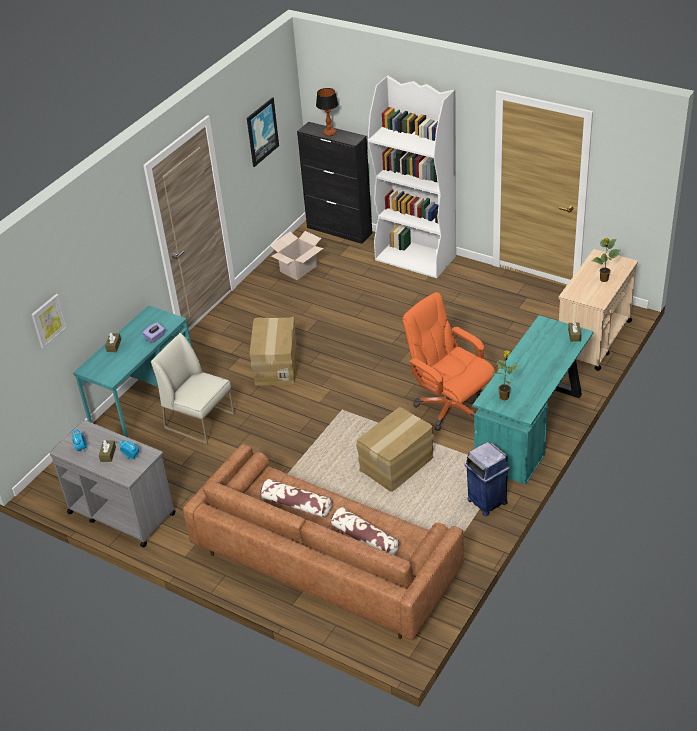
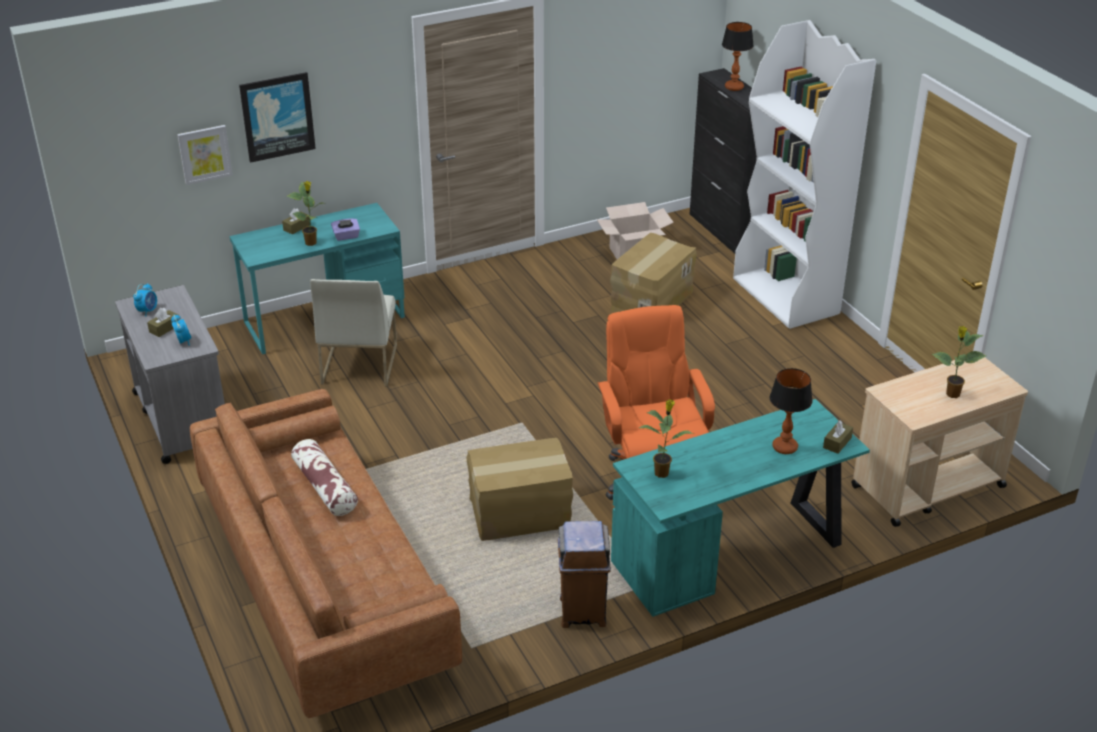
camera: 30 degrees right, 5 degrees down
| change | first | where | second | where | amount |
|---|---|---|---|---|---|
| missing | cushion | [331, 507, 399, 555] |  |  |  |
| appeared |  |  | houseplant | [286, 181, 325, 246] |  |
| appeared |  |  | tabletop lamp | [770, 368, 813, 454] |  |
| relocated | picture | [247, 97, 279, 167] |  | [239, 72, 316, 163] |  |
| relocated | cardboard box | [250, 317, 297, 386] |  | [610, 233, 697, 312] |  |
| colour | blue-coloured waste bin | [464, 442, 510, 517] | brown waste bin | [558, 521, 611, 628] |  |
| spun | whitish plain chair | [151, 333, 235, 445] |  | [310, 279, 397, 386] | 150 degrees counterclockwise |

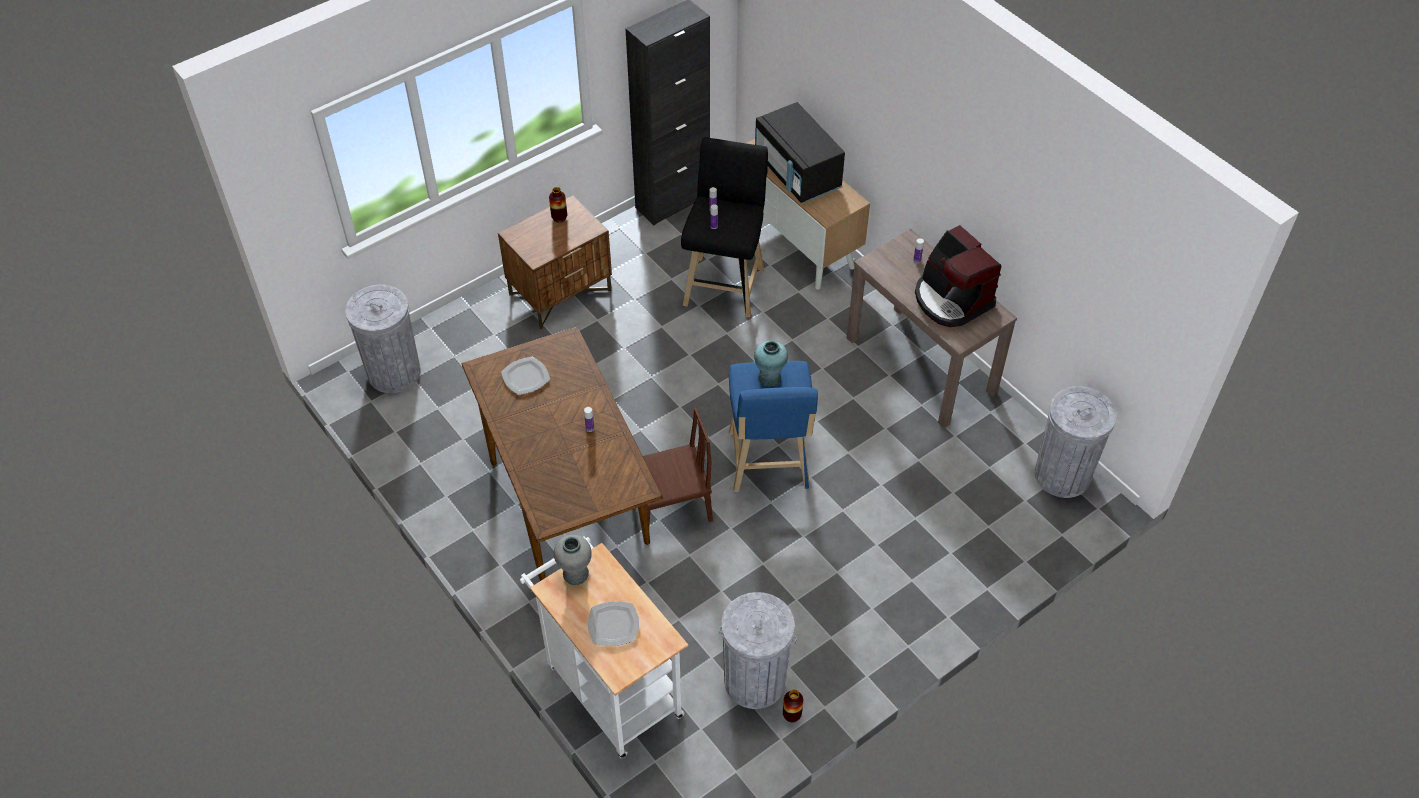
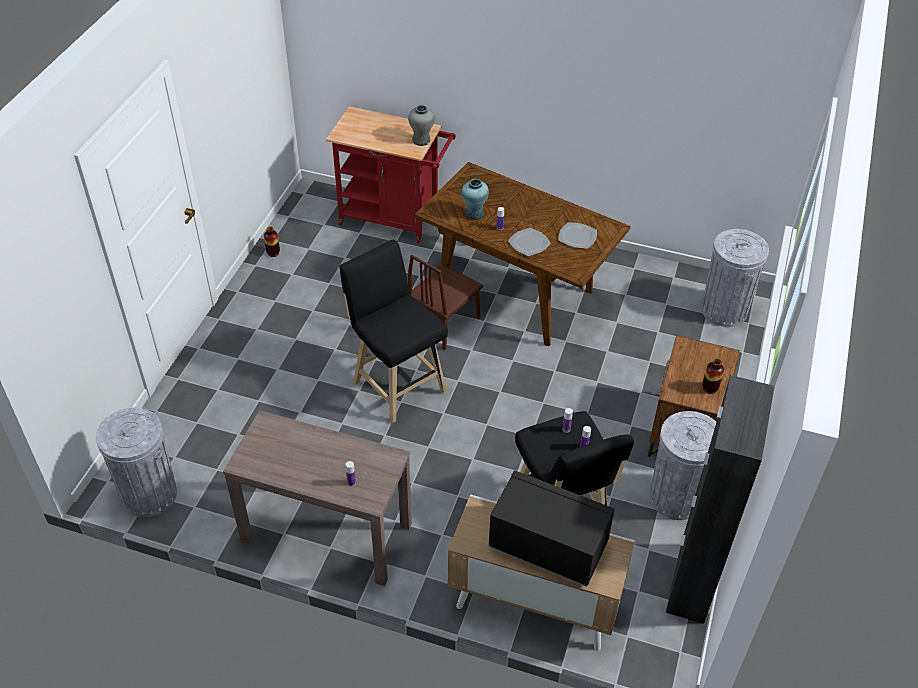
camera: 145 degrees right, 5 degrees down
| change | first | where | second | where | amount |
|---|---|---|---|---|---|
| missing | coffee machine | [915, 225, 1001, 327] |  |  |  |
| relocated | flat dish | [588, 601, 639, 646] |  | [508, 228, 551, 256] |  |
| relocated | gray waste bin | [719, 592, 797, 709] |  | [650, 411, 716, 520] |  |
| relocated | blue-green vase | [754, 341, 788, 387] |  | [461, 179, 489, 220] |  |
| colour | whitish wheeled cart | [520, 536, 688, 759] | red wheeled cart | [326, 107, 456, 243] |  |
| colour | blue-coloured stool | [729, 361, 818, 492] | blackish stool | [339, 240, 448, 423] |  |

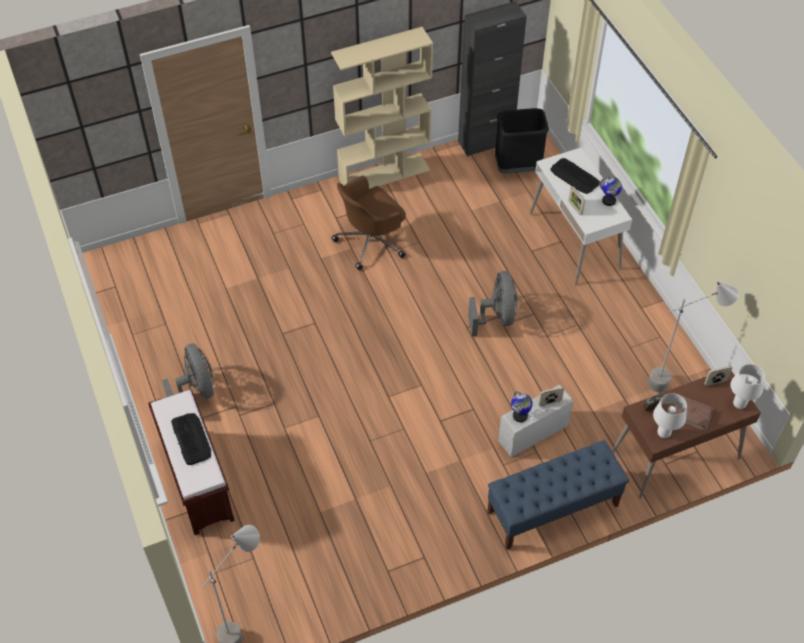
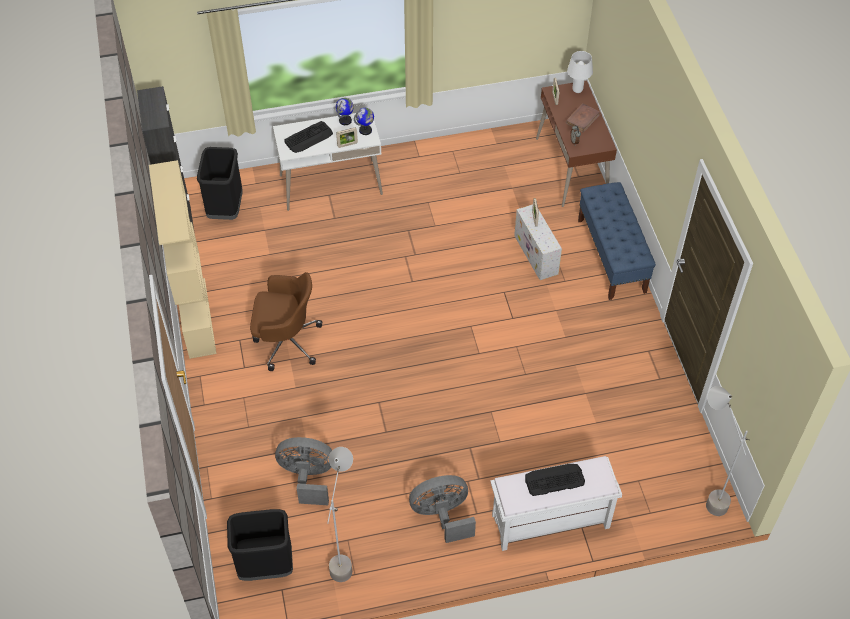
camera: 80 degrees left, 0 degrees up
| change | first | where | second | where | amount |
|---|---|---|---|---|---|
| missing | whitish tabletop lamp | [653, 393, 687, 438] |  |  |  |
| appeared |  |  | blackish waste bin | [227, 509, 293, 581] |  |
| relocated | gray electric fan | [468, 271, 517, 336] |  | [275, 437, 332, 505] |  |
| relocated | world globe | [511, 391, 533, 422] |  | [354, 108, 374, 135] |  |
| relocated | gray floor lamp | [648, 282, 739, 392] |  | [327, 447, 353, 582] |  |
| colour | brown bench | [148, 390, 235, 535] | whitish bench | [490, 456, 622, 551] |  |
| spun | brown computer chair | [332, 176, 406, 270] |  | [250, 272, 322, 371] | 60 degrees counterclockwise |

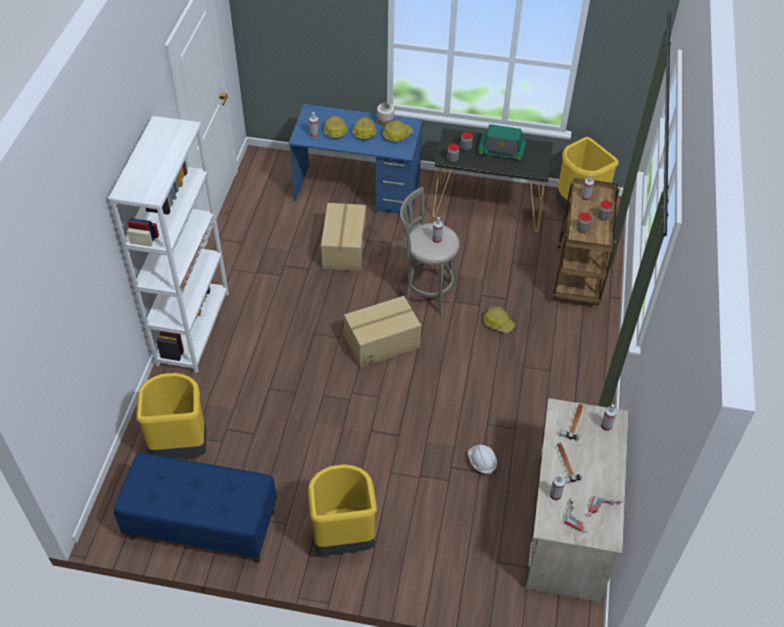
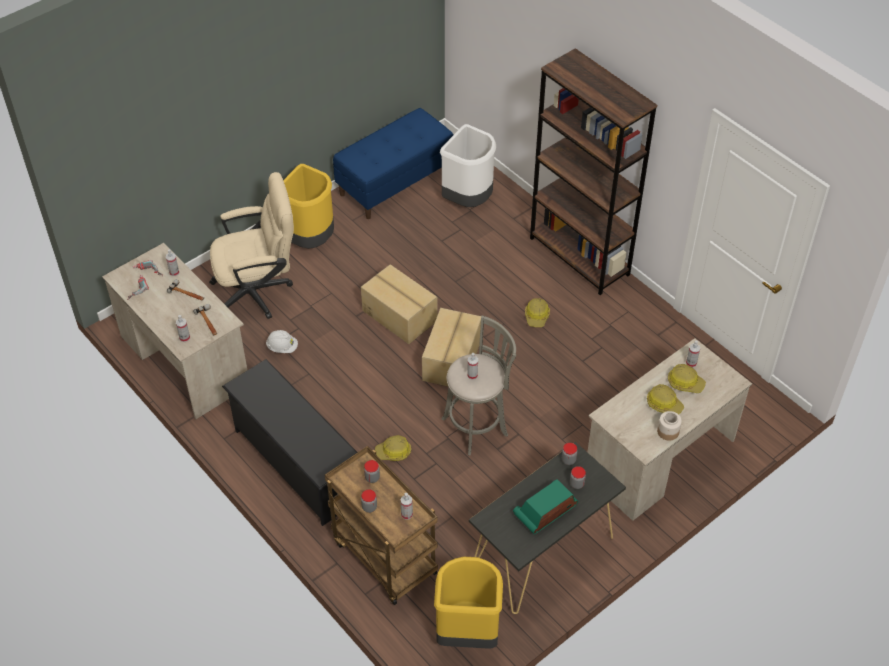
camera: 130 degrees right, 0 degrees up
| change | first | where | second | where | amount |
|---|---|---|---|---|---|
| appeared |  |  | sand-coloured computer chair | [209, 172, 294, 319] |  |
| appeared |  |  | blackish shoe shelf | [222, 359, 358, 526] |  |
| relocated | cardboard box | [321, 203, 366, 271] |  | [361, 264, 438, 344] |  |
| relocated | hard hat | [383, 120, 413, 142] |  | [525, 298, 550, 327] |  |
| colour | whitish bookshelf | [108, 116, 229, 373] | brown bookshelf | [530, 48, 657, 295] |  |
| colour | yellow-coloured waste bin | [136, 373, 206, 458] | whitish waste bin | [440, 124, 496, 207] |  |
| colour | blue-coloured desk unit | [288, 104, 423, 218] | sand-coloured desk unit | [587, 338, 752, 521] |  |

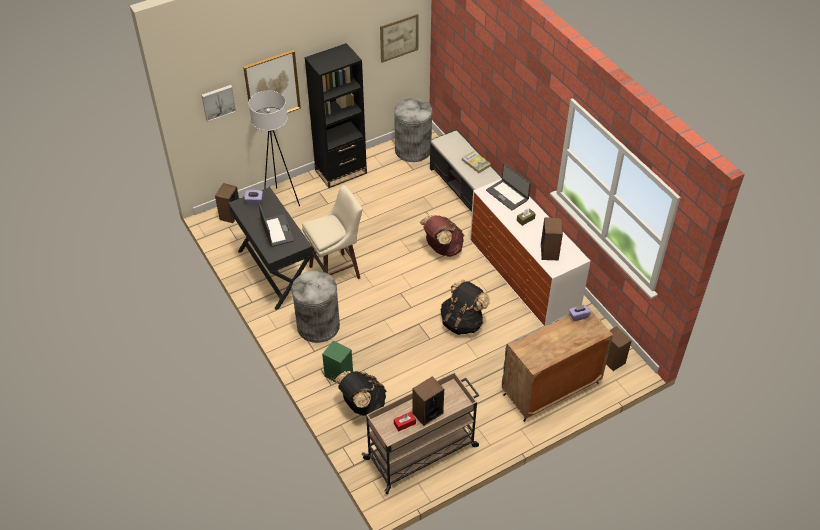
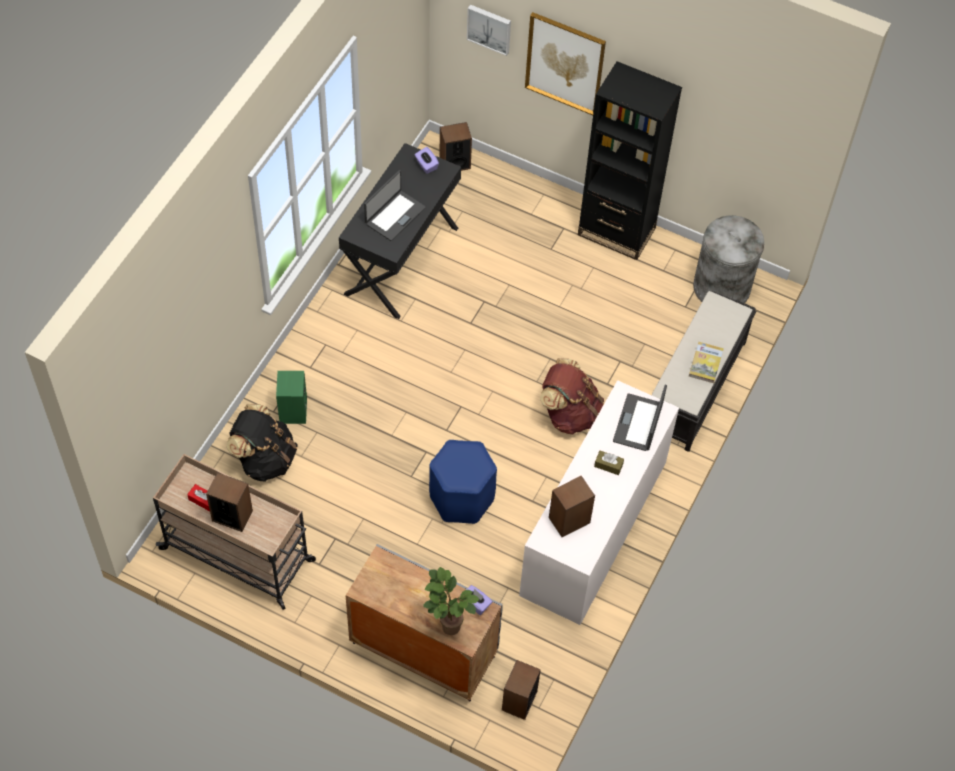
camera: 55 degrees right, 10 degrees up
| change | first | where | second | where | amount |
|---|---|---|---|---|---|
| missing | whitish floor lamp | [249, 91, 300, 206] |  |  |  |
| missing | gray waste bin | [291, 271, 340, 343] |  |  |  |
| missing | sand-coloured stool | [302, 185, 362, 279] |  |  |  |
| missing | picture | [380, 13, 419, 63] |  |  |  |
| appeared |  |  | houseplant | [423, 567, 479, 635] |  |
| exchanged | blackish knapsack | [441, 280, 490, 335] | blue-coloured stool | [429, 440, 497, 524] |  |

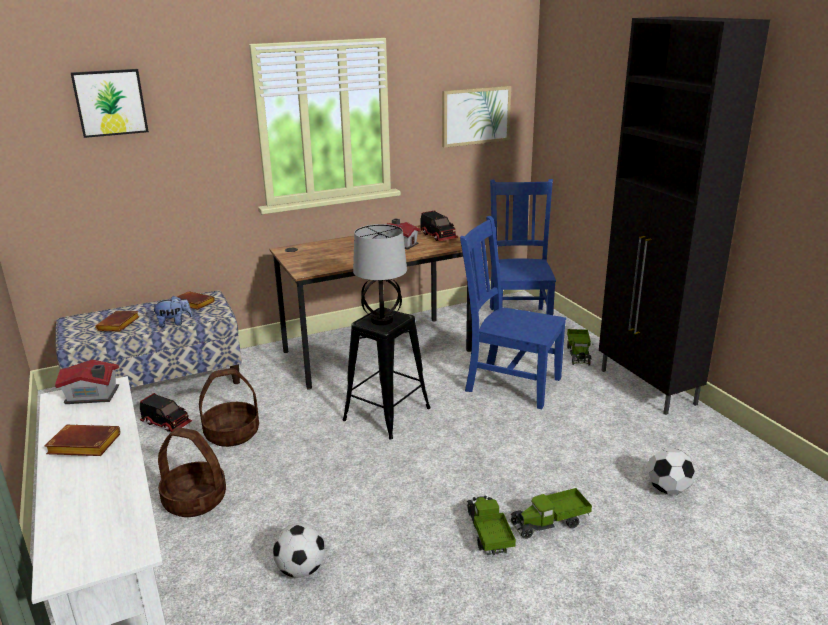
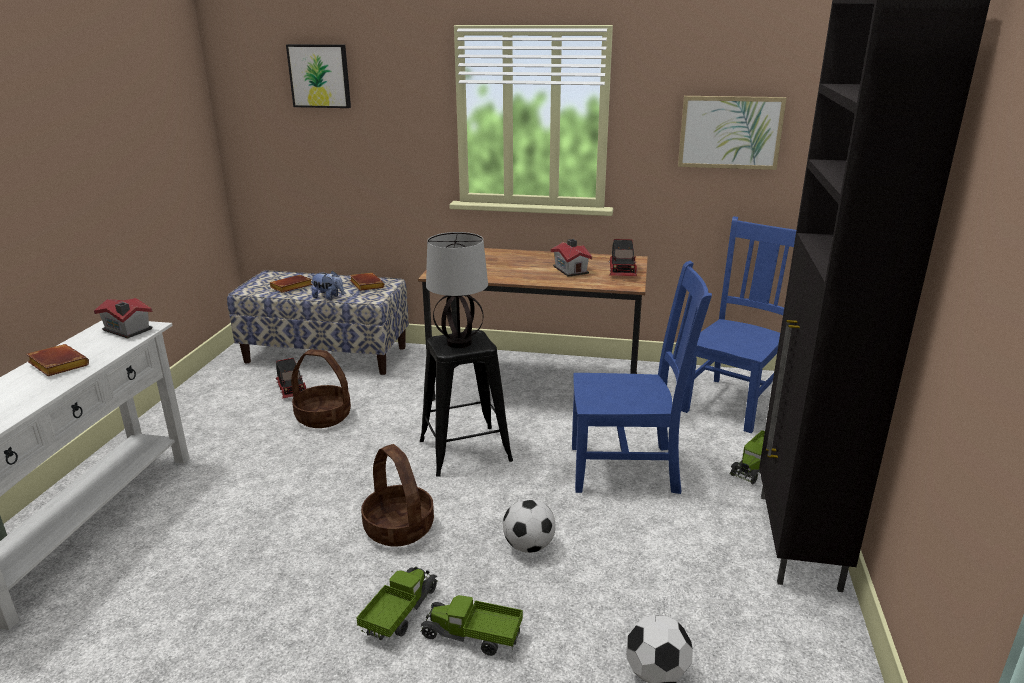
camera: 35 degrees right, 0 degrees up
| change | first | where | second | where | amount |
|---|---|---|---|---|---|
| relocated | storage basket | [158, 427, 226, 517] |  | [361, 444, 434, 547] |  |
| relocated | football ball | [273, 523, 325, 578] |  | [503, 499, 555, 553] |  |
| spun | blue-coloured plain chair | [460, 216, 566, 410] |  | [572, 261, 712, 494] | 120 degrees clockwise |

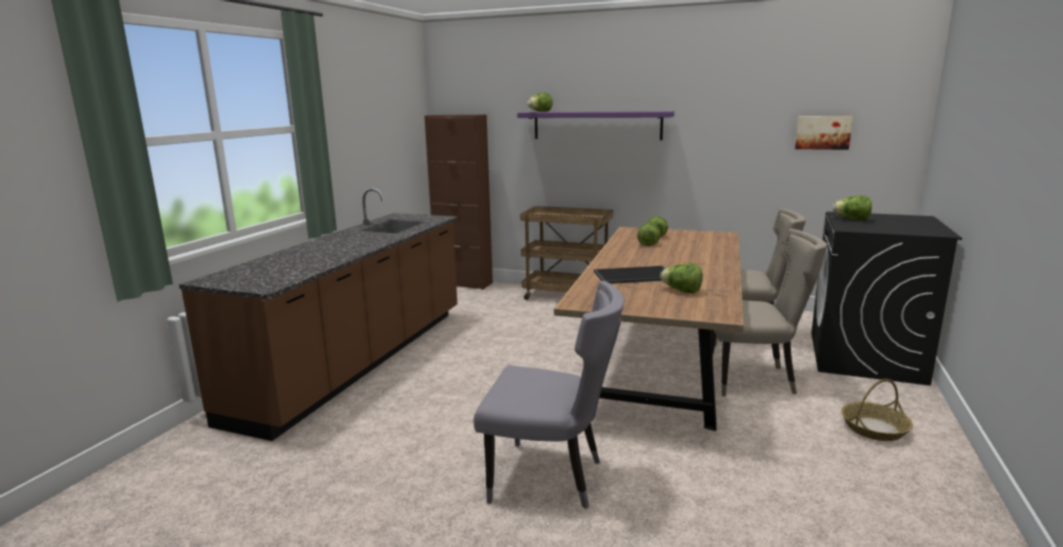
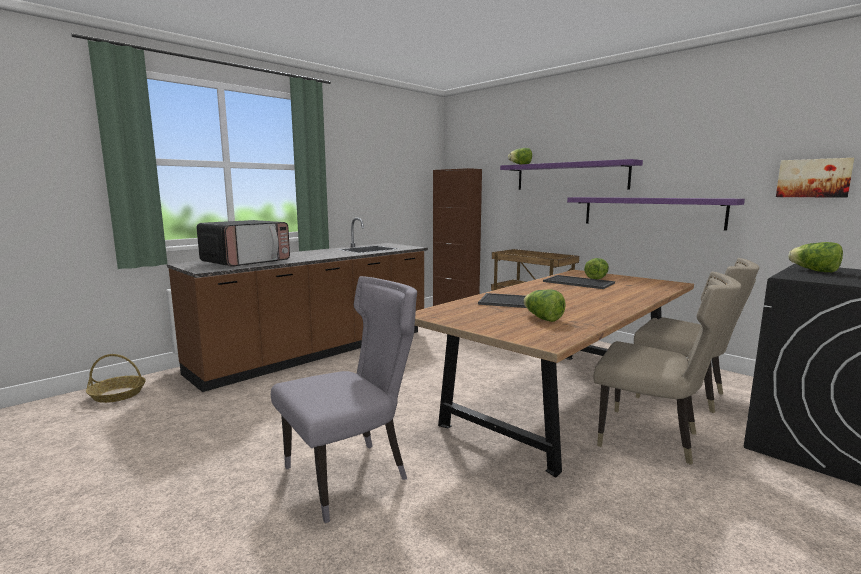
camera: 25 degrees right, 5 degrees down
| change | first | where | second | where | amount |
|---|---|---|---|---|---|
| appeared |  |  | microwave | [197, 220, 290, 267] |  |
| appeared |  |  | purple-coloured shelf | [567, 197, 745, 231] |  |
| relocated | storage basket | [841, 379, 913, 441] |  | [86, 354, 146, 403] |  |
| exchanged | lettuce head | [637, 223, 660, 246] | tray | [543, 275, 615, 289] |  |
| spun | gray plain chair | [474, 281, 624, 509] |  | [271, 276, 417, 523] | 75 degrees counterclockwise |

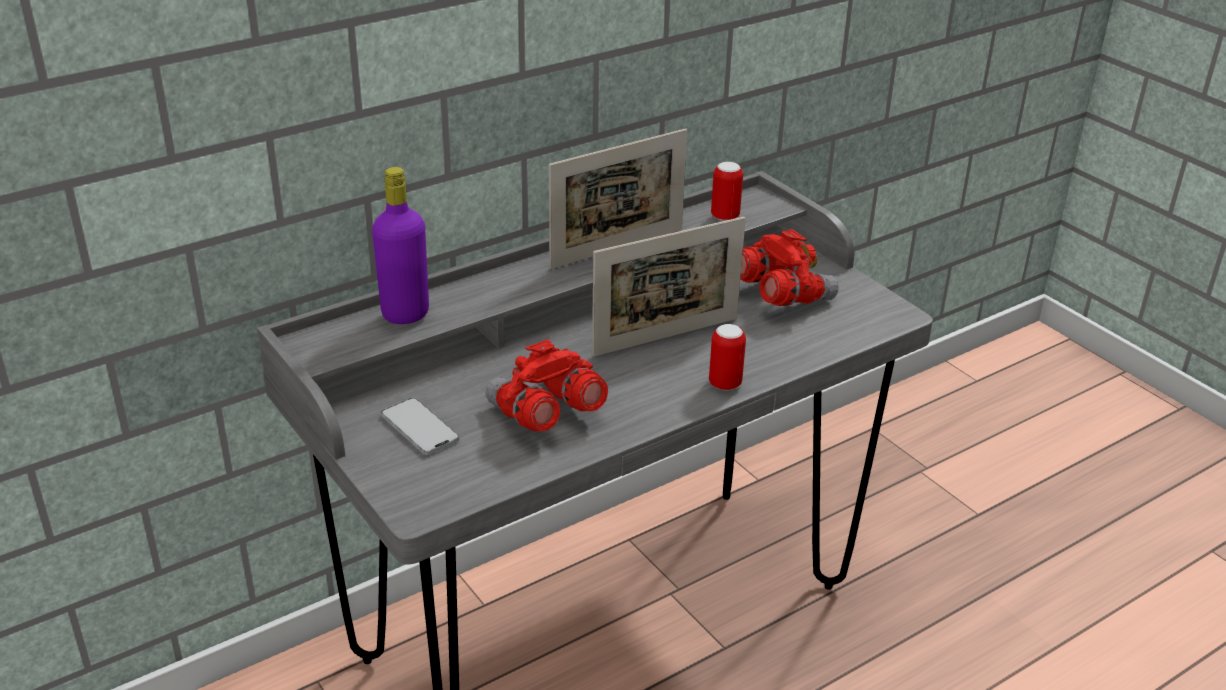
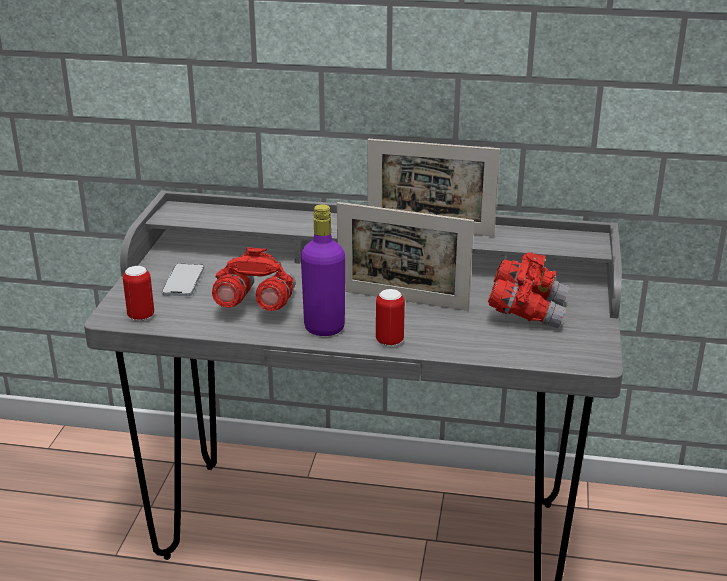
camera: 45 degrees right, 5 degrees down
| change | first | where | second | where | amount |
|---|---|---|---|---|---|
| relocated | purple-coloured drink bottle | [372, 167, 429, 324] |  | [301, 204, 345, 336] |  |
| relocated | sealed can | [711, 162, 743, 221] |  | [123, 266, 154, 321] |  |

